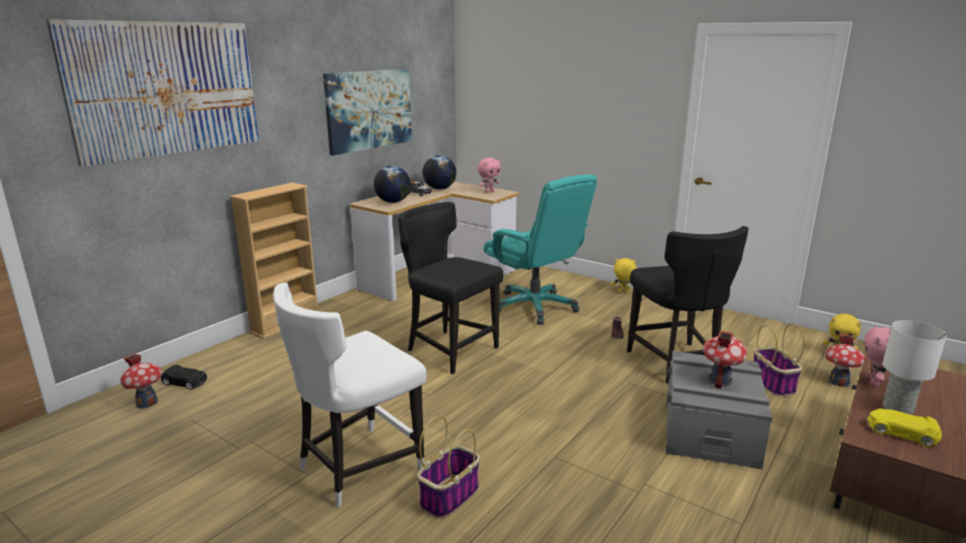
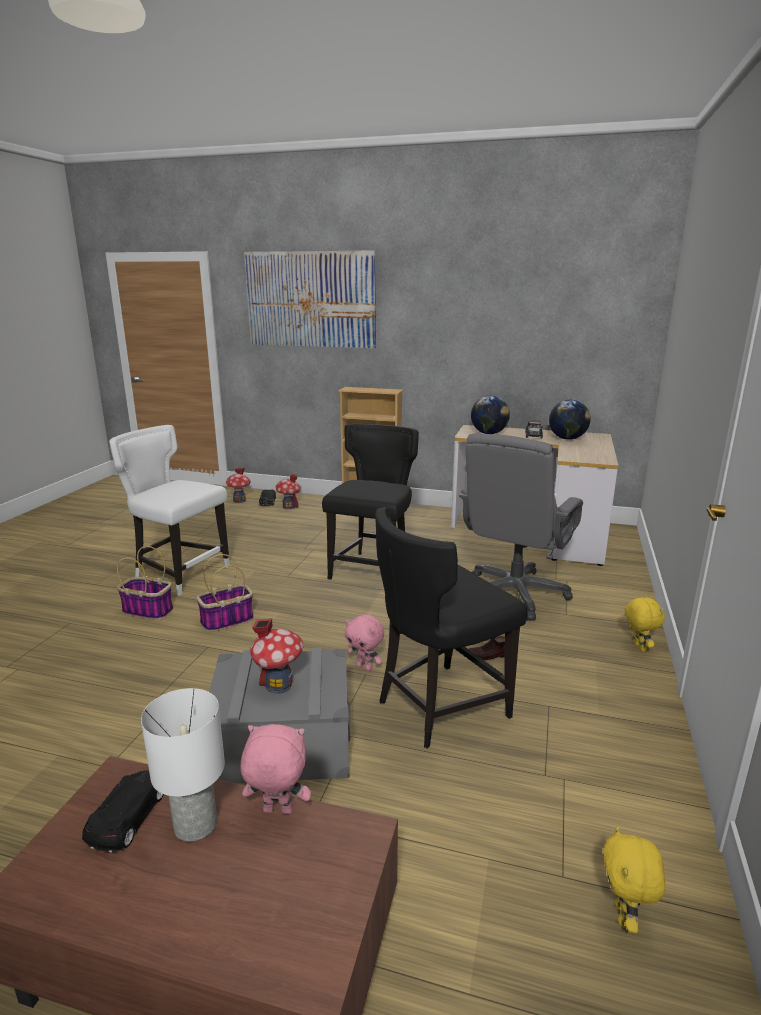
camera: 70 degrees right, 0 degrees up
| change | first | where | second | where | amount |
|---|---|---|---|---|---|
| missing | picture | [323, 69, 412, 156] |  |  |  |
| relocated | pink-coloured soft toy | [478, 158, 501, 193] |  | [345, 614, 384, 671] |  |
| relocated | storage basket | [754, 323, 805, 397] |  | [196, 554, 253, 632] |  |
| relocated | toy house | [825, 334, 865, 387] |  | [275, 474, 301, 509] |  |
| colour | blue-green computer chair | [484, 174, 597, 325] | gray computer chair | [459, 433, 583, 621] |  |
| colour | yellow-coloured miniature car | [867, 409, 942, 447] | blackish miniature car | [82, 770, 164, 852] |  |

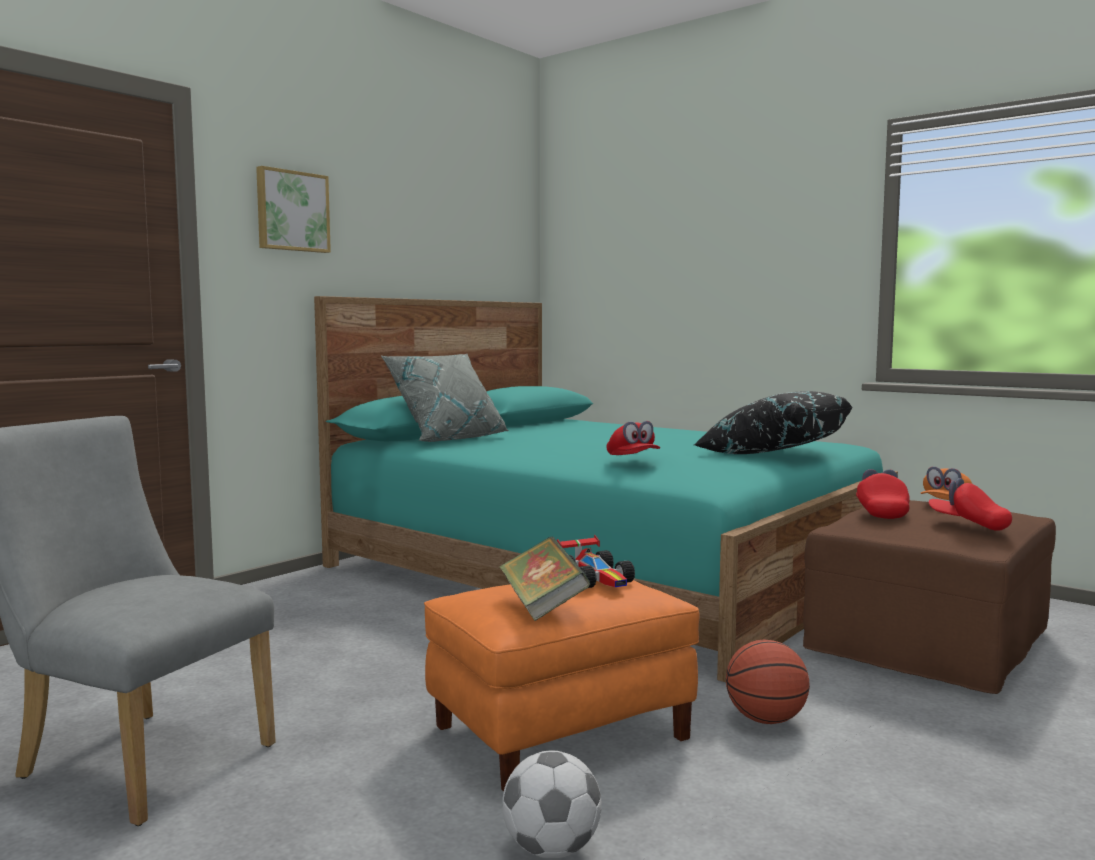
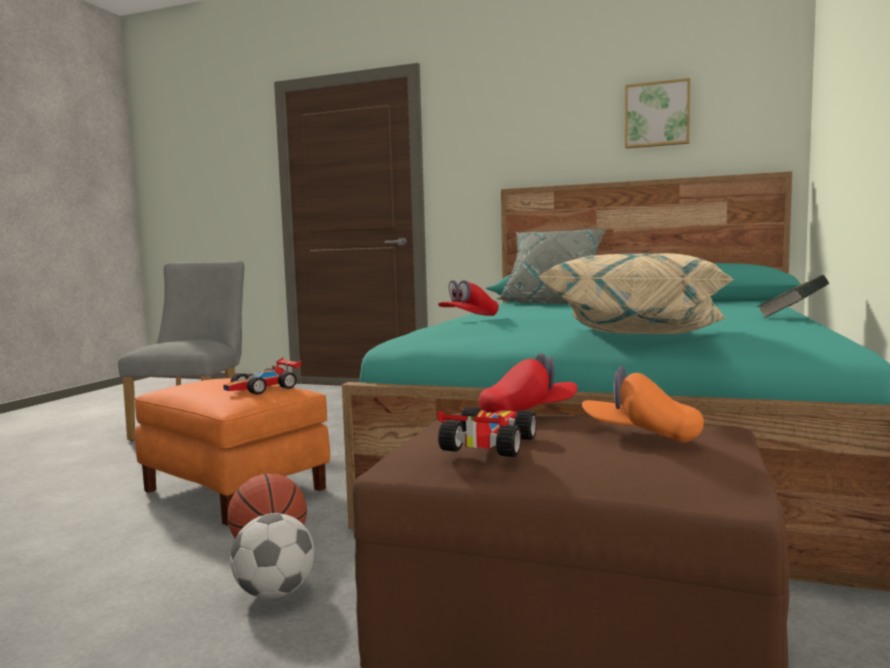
camera: 70 degrees right, 0 degrees up
| change | first | where | second | where | amount |
|---|---|---|---|---|---|
| relocated | picture | [256, 166, 331, 253] |  | [625, 78, 690, 148] |  |
| relocated | bound book | [499, 536, 591, 621] |  | [757, 275, 829, 318] |  |
| relocated | football ball | [502, 750, 602, 859] |  | [230, 513, 314, 599] |  |
| exchanged | red baseball cap | [928, 478, 1012, 531] | miniature car | [437, 407, 537, 457] |  |
| colour | blackish cushion | [694, 391, 853, 454] | sand-coloured cushion | [537, 253, 734, 334] |  |

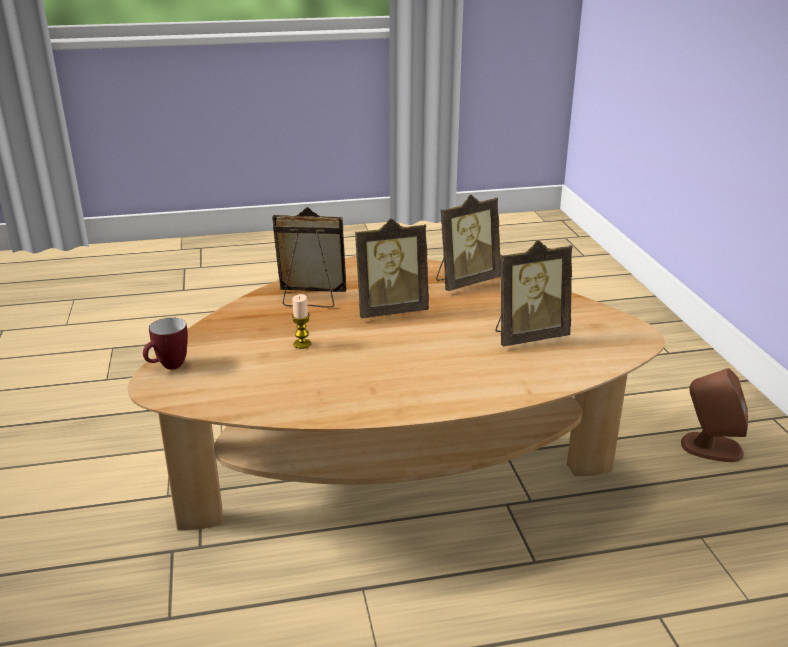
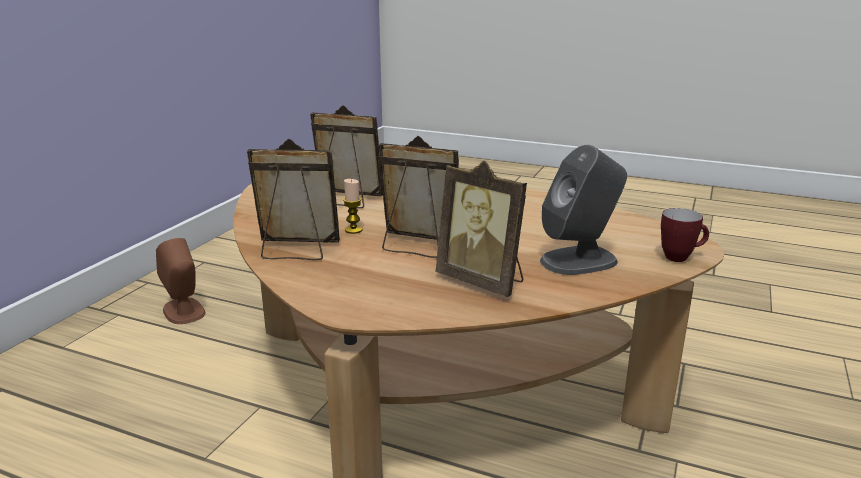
camera: 145 degrees left, 5 degrees down
| change | first | where | second | where | amount |
|---|---|---|---|---|---|
| appeared |  |  | gray loudspeaker | [540, 145, 627, 275] |  |
| relocated | wax light | [292, 294, 311, 349] |  | [343, 179, 362, 234] |  |

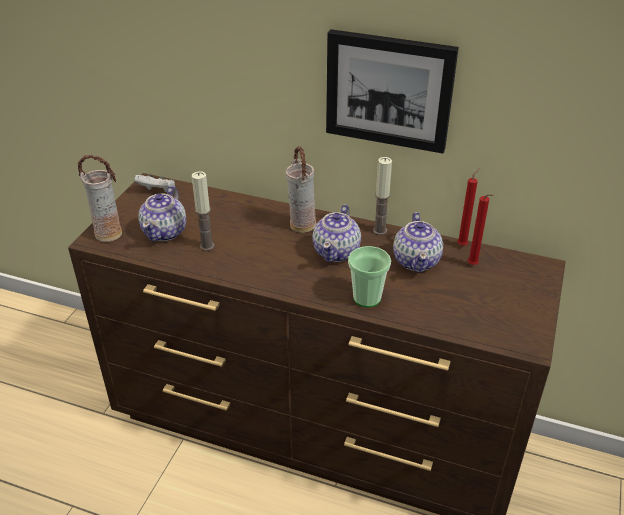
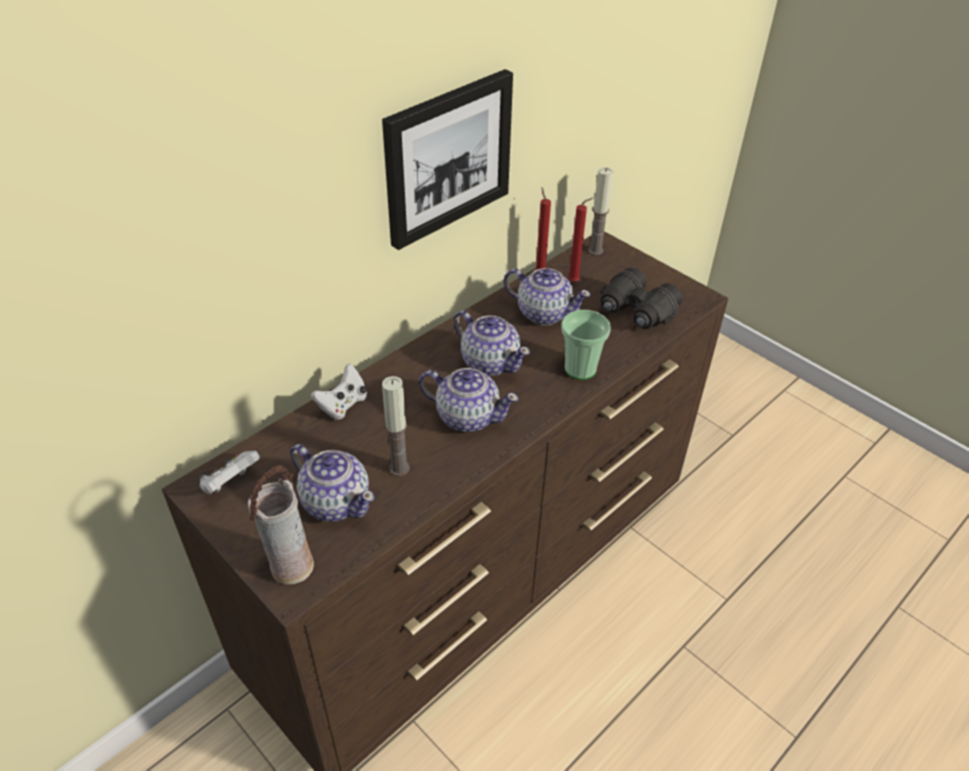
camera: 65 degrees left, 5 degrees up
| change | first | where | second | where | amount |
|---|---|---|---|---|---|
| missing | vase | [286, 146, 316, 233] |  |  |  |
| appeared |  |  | whitish game controller | [311, 364, 367, 420] |  |
| appeared |  |  | pot for tea | [419, 368, 519, 432] |  |
| appeared |  |  | blackish binoculars | [600, 267, 682, 329] |  |
| relocated | wax light | [373, 157, 392, 235] |  | [588, 167, 614, 255] |  |

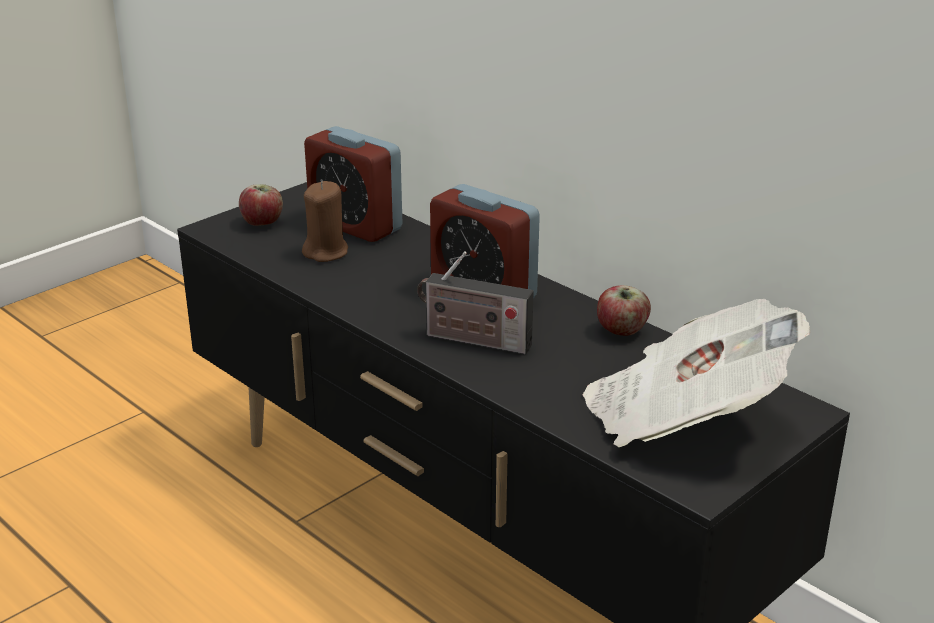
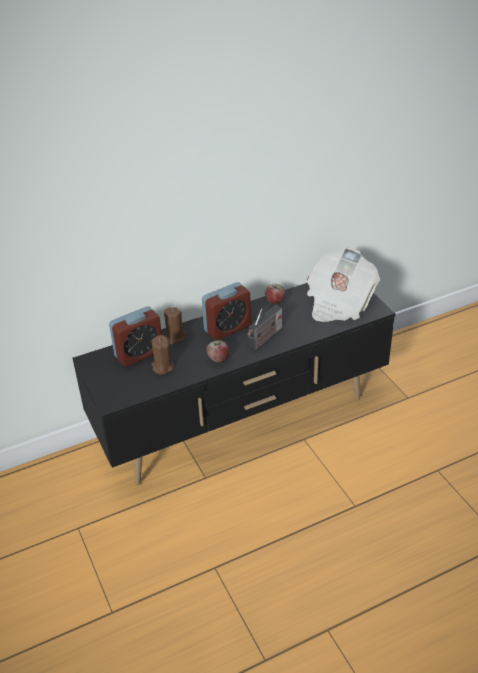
camera: 70 degrees left, 10 degrees up
| change | first | where | second | where | amount |
|---|---|---|---|---|---|
| appeared |  |  | brown wax light | [164, 307, 186, 345] |  |
| relocated | whole apple | [239, 184, 283, 226] |  | [206, 340, 229, 363] |  |

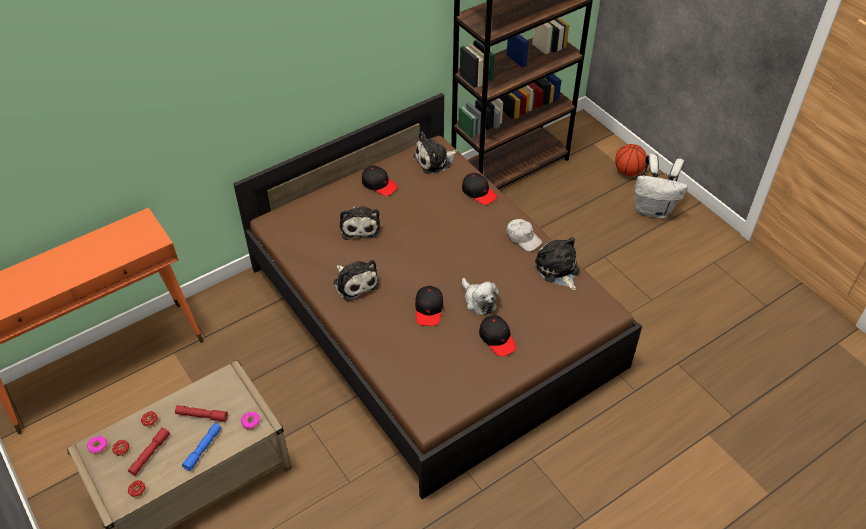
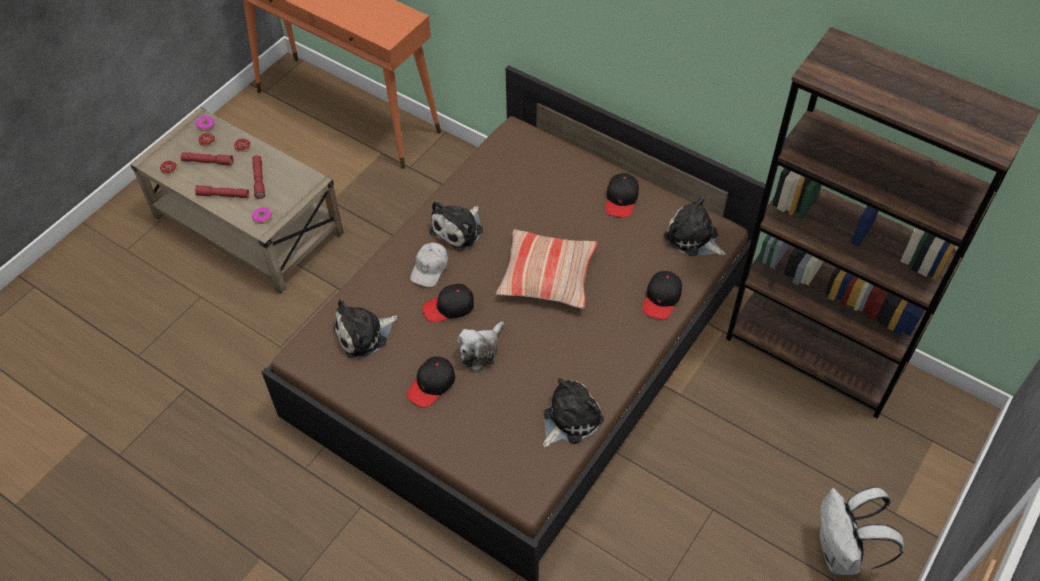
camera: 70 degrees right, 5 degrees up
| change | first | where | second | where | amount |
|---|---|---|---|---|---|
| missing | basketball ball | [615, 144, 647, 176] |  |  |  |
| appeared |  |  | cushion | [496, 229, 597, 309] |  |
| relocated | soft toy | [340, 206, 380, 240] |  | [334, 299, 397, 359] |  |
| relocated | whitish baseball cap | [506, 219, 542, 251] |  | [410, 243, 448, 287] |  |
| colour | blue-coloured hand torch | [182, 423, 221, 471] | red hand torch | [195, 185, 249, 198] |  |

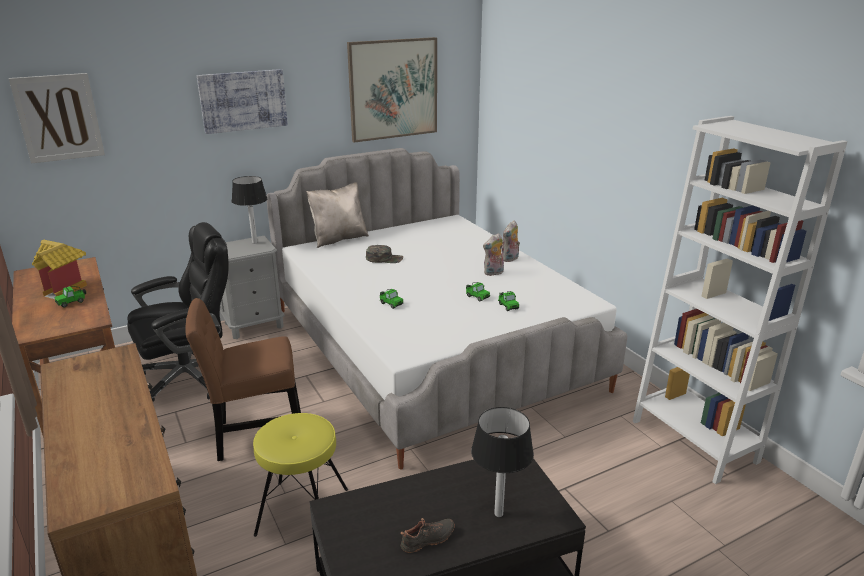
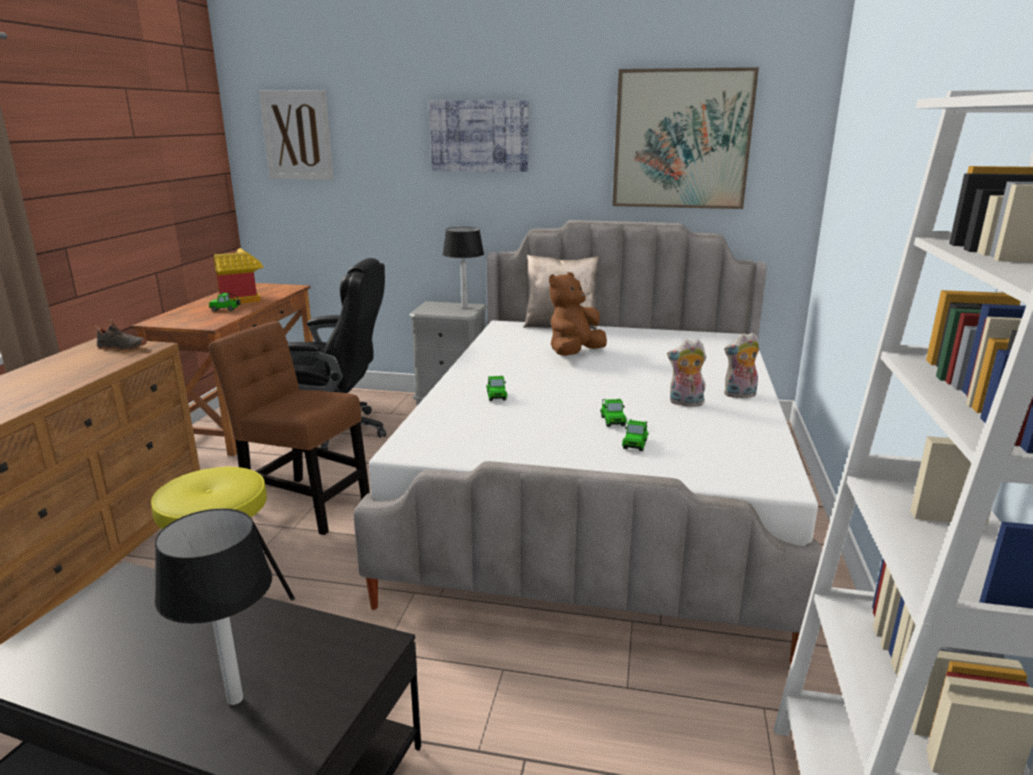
camera: 40 degrees right, 5 degrees down
| change | first | where | second | where | amount |
|---|---|---|---|---|---|
| relocated | blackish low shoe | [401, 518, 455, 553] |  | [96, 319, 147, 351] |  |
| exchanged | greenish baseball cap | [366, 245, 403, 263] | brown soft toy | [549, 272, 607, 356] |  |

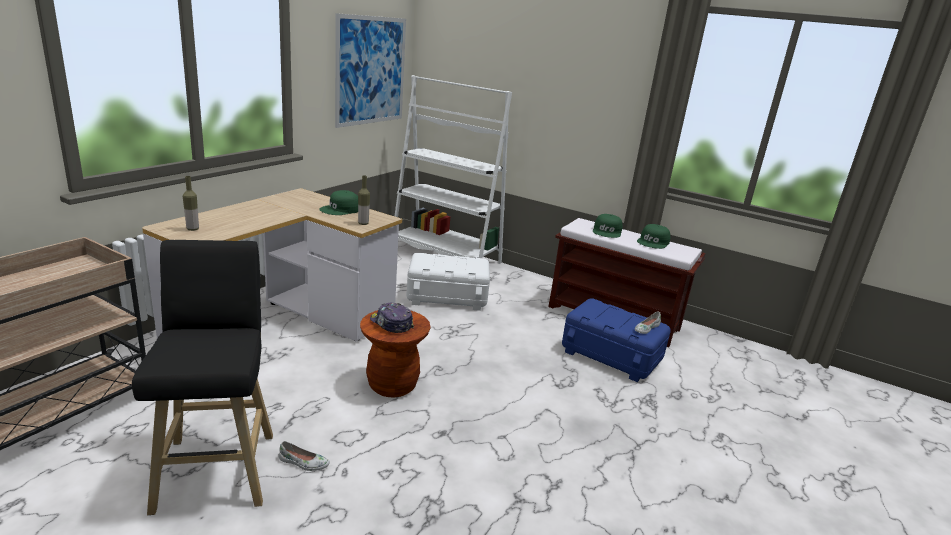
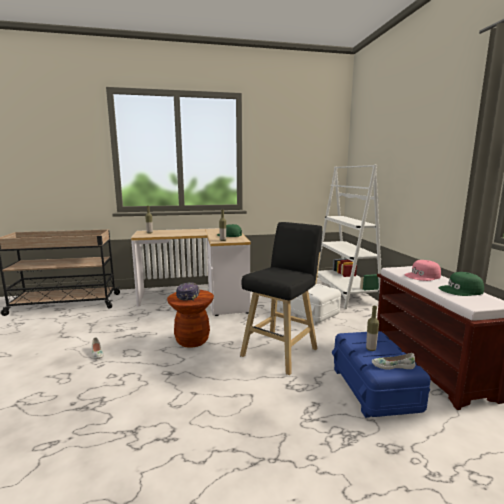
camera: 50 degrees right, 10 degrees down
| change | first | where | second | where | amount |
|---|---|---|---|---|---|
| missing | picture | [335, 13, 406, 128] |  |  |  |
| appeared |  |  | drink bottle | [366, 306, 379, 351] |  |
| relocated | blackish stool | [132, 240, 273, 515] |  | [240, 222, 322, 375] |  |
| colour | greenish baseball cap | [593, 214, 623, 238] | pink-coloured baseball cap | [405, 260, 441, 281] |  |

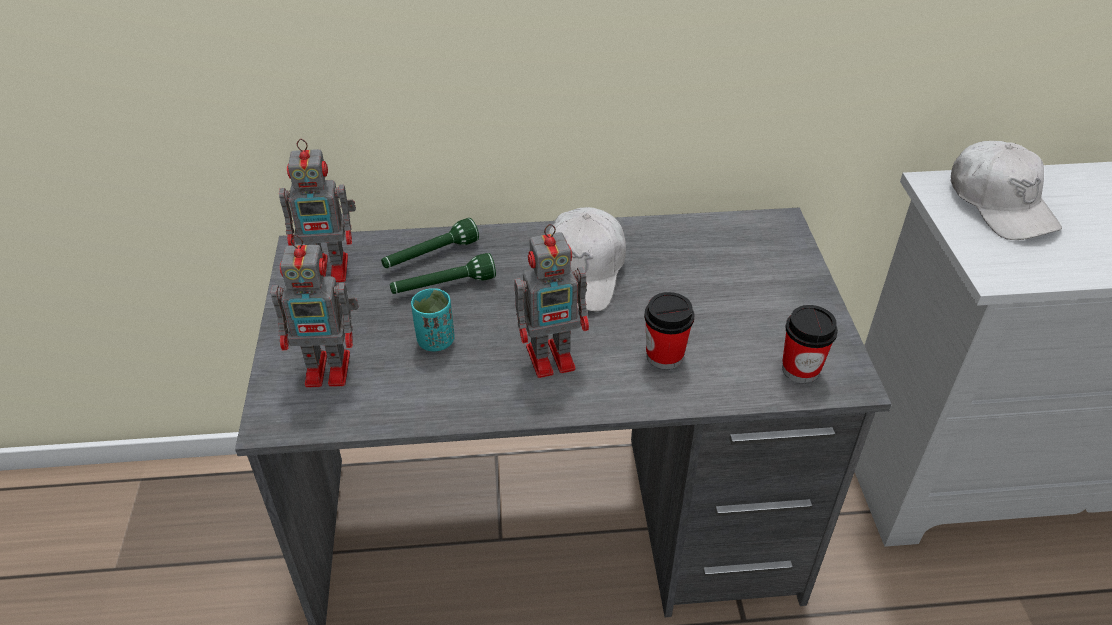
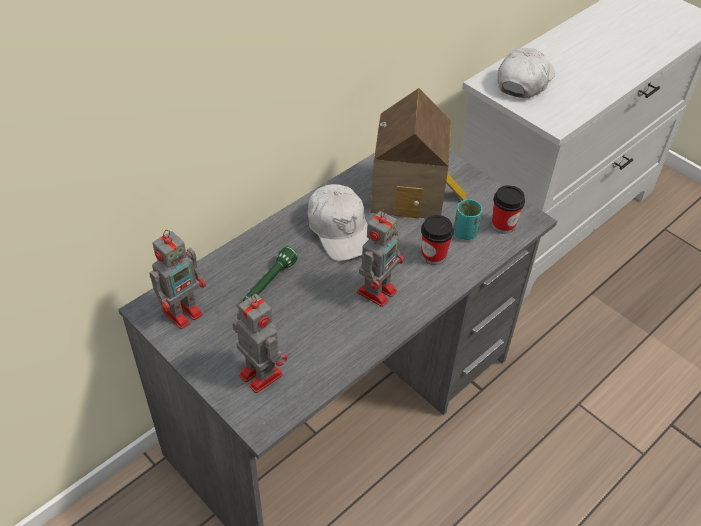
camera: 40 degrees left, 5 degrees up
| change | first | where | second | where | amount |
|---|---|---|---|---|---|
| missing | greenish hand torch | [381, 218, 479, 268] |  |  |  |
| appeared |  |  | toy house | [370, 88, 466, 218] |  |
| relocated | blue-green drinking cup | [411, 288, 455, 351] |  | [454, 199, 482, 240] |  |
| spun | toy robot | [271, 235, 358, 388] |  | [232, 294, 287, 393] | 90 degrees counterclockwise |
| spun | whitish baseball cap | [951, 141, 1062, 240] |  | [497, 48, 555, 98] | 90 degrees counterclockwise |

